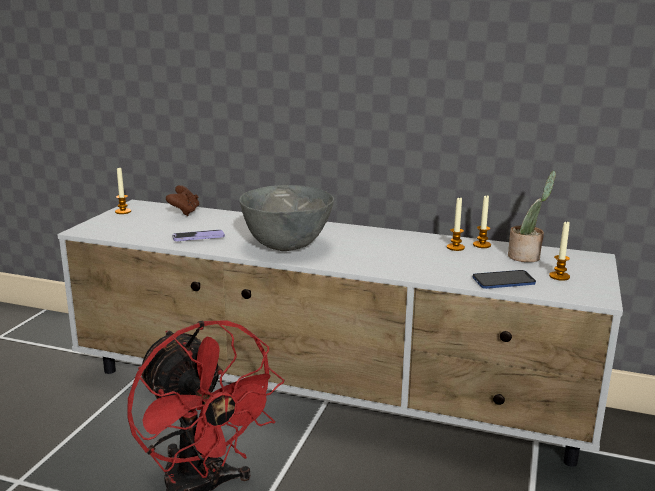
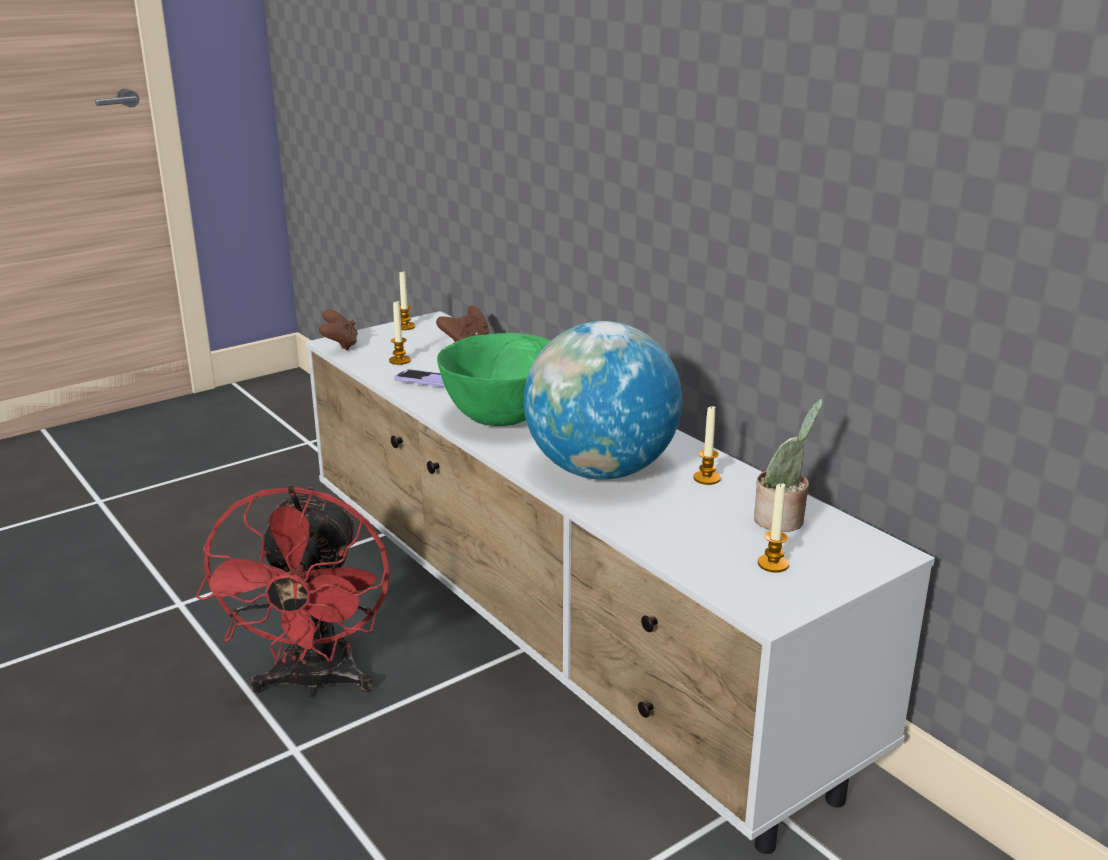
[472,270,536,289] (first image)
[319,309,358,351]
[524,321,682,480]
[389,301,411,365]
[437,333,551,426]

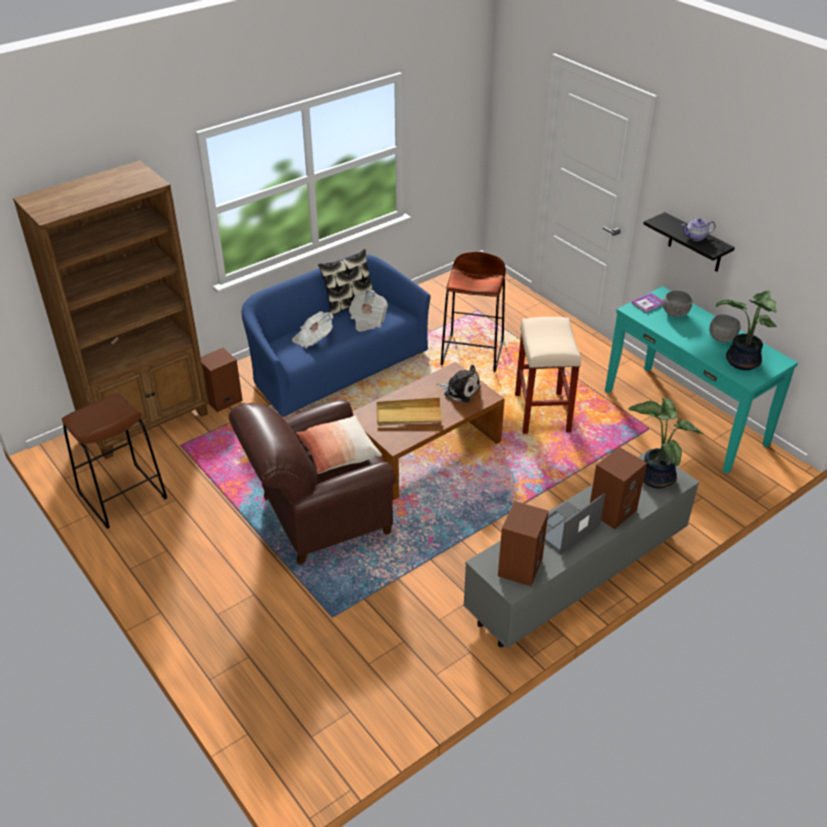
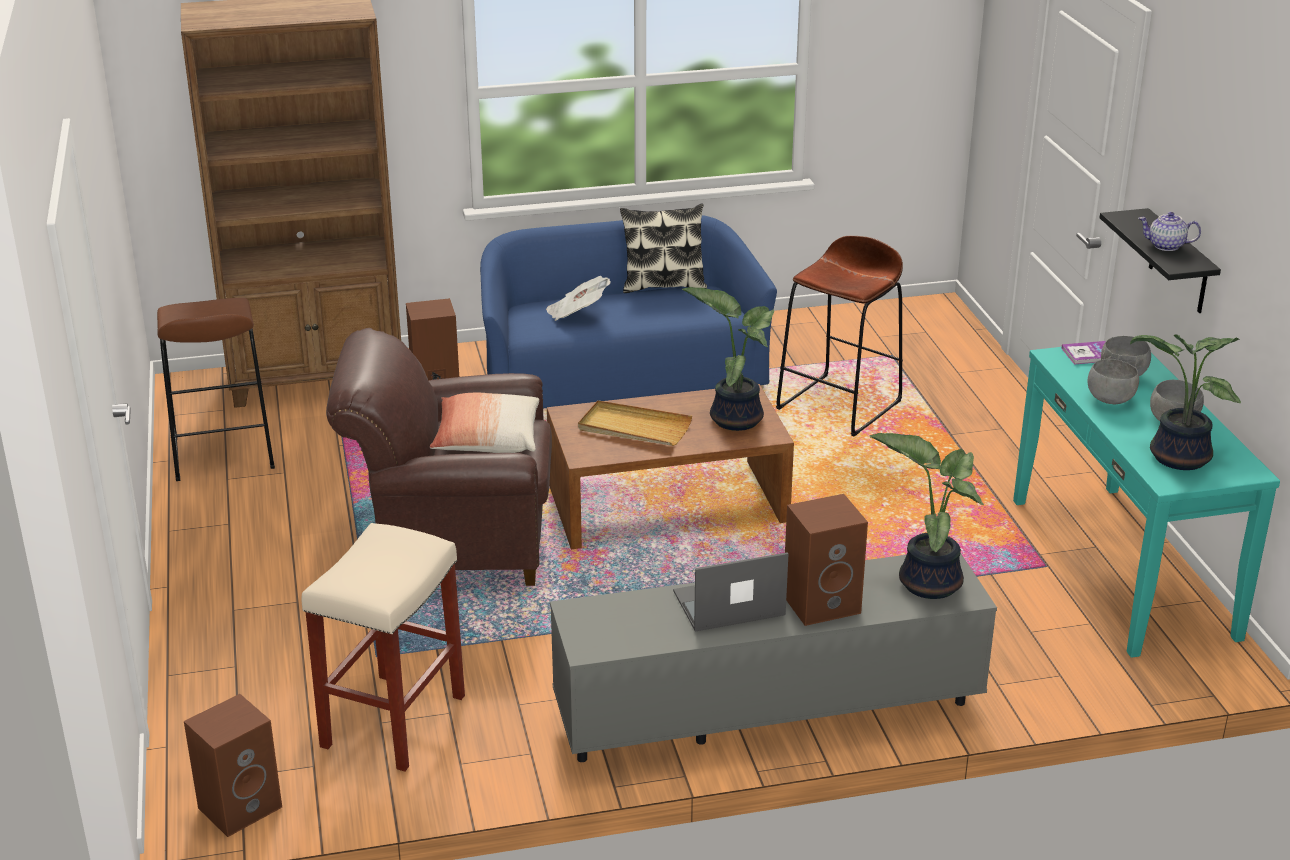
[349,290,388,331] (first image)
[1088,359,1139,404]
[184,694,282,837]
[301,523,465,772]
[682,287,774,431]

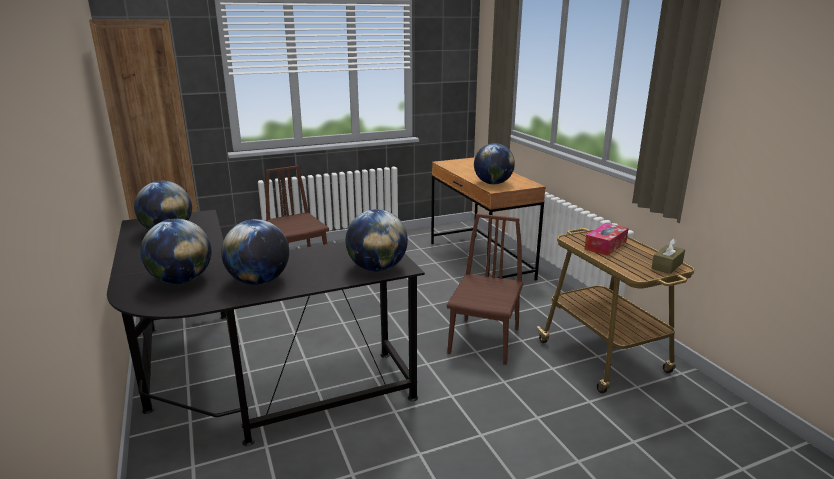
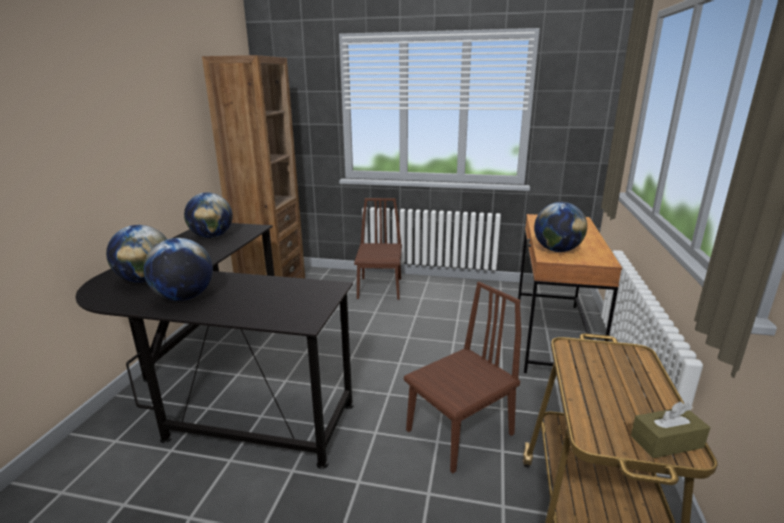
[345,209,408,272] (first image)
[584,223,629,256] (first image)

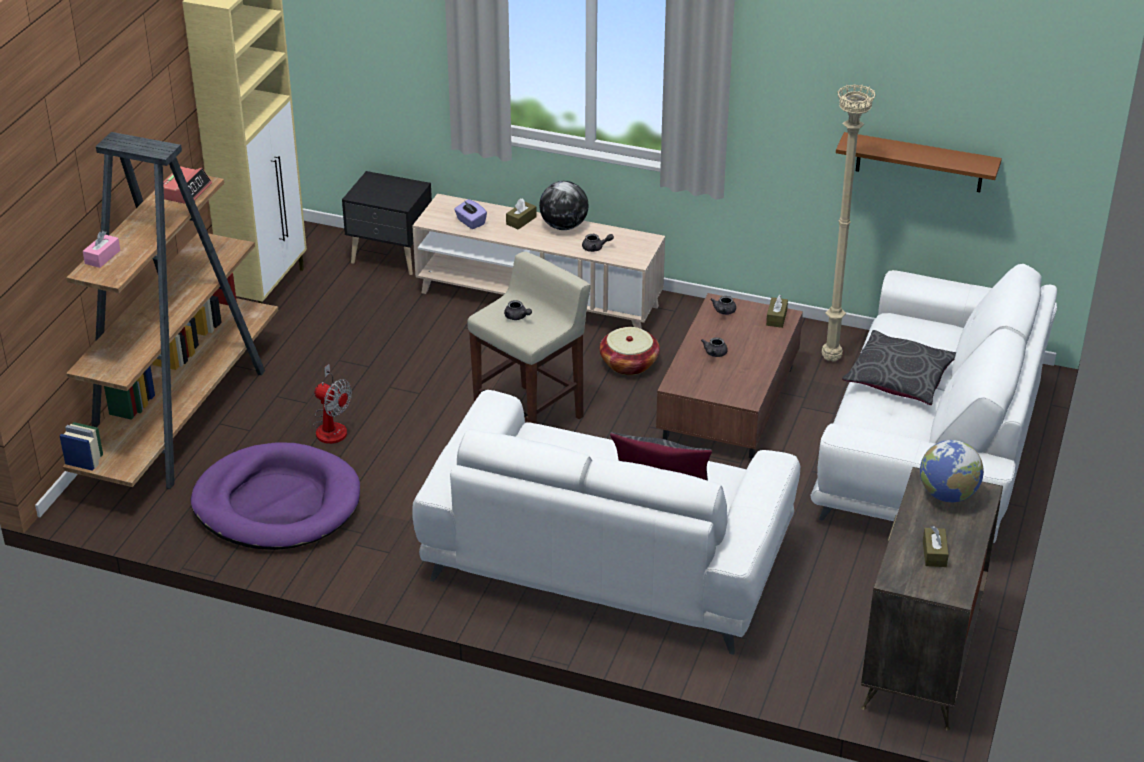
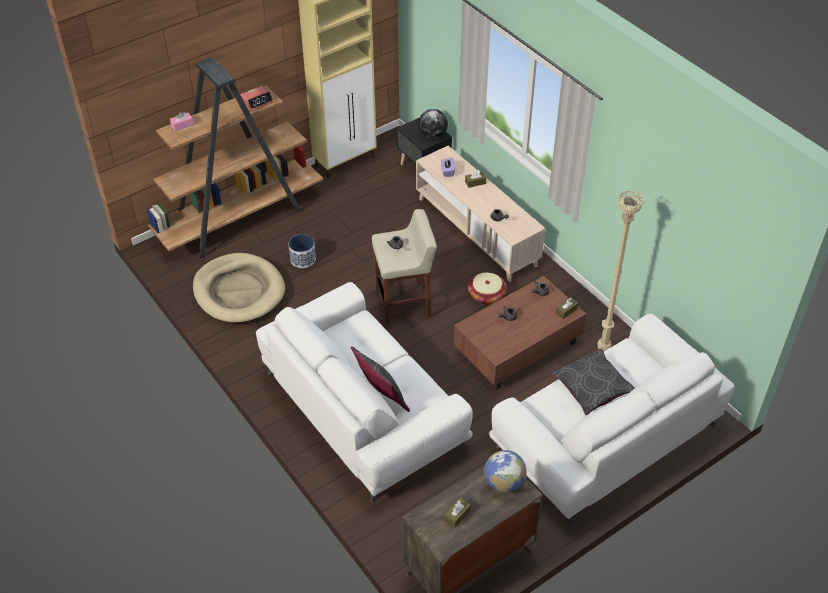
[836,132,1002,192] (first image)
[418,109,448,139]
[288,234,316,268]
[193,253,285,323]

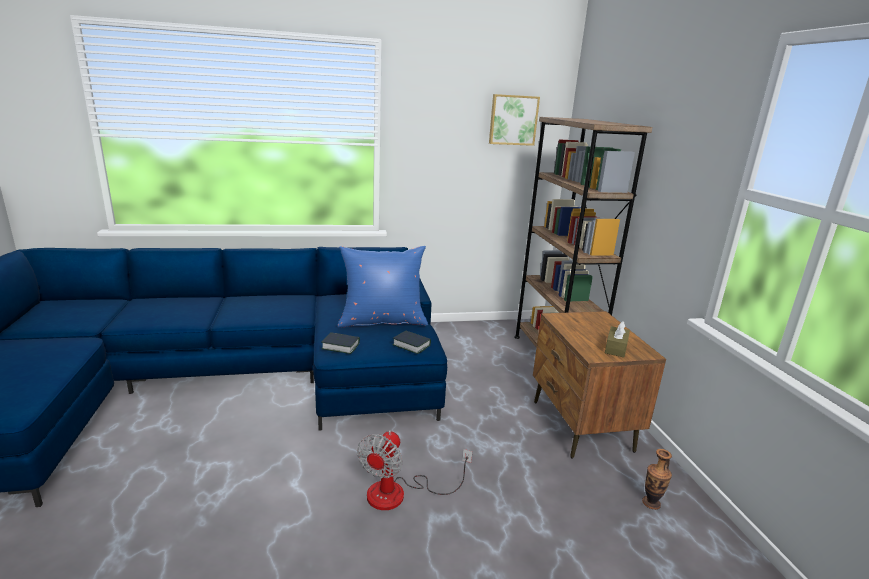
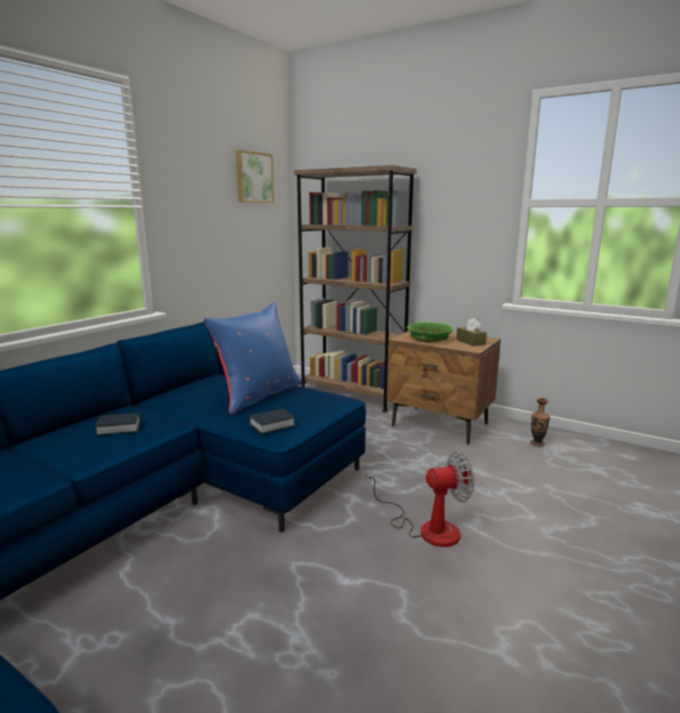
[407,322,453,342]
[95,413,141,436]
[367,451,474,547]

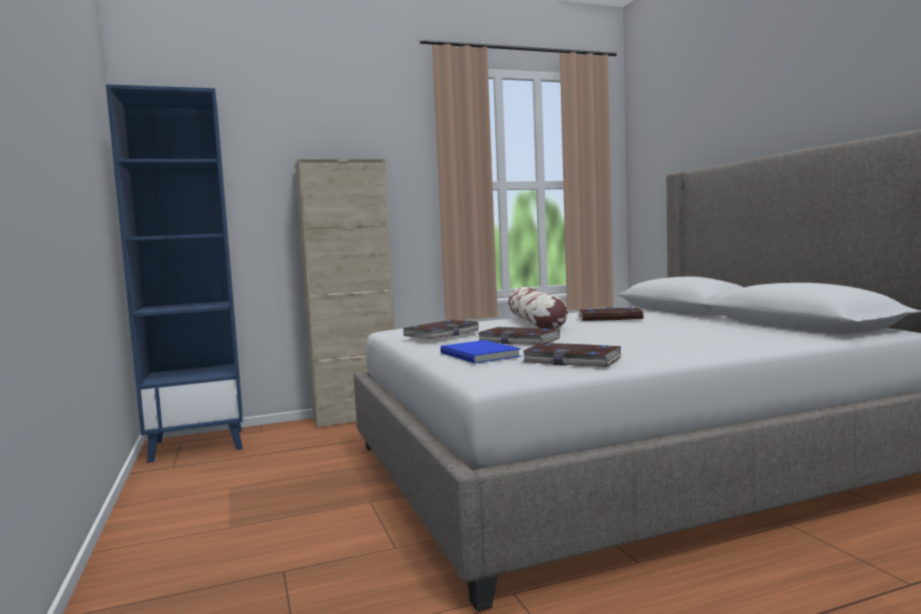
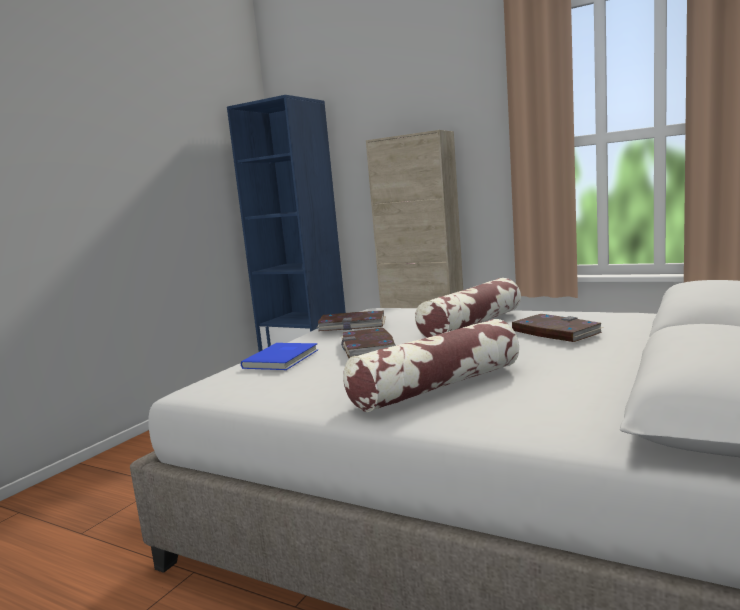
[522,343,622,367] (first image)
[343,319,519,412]

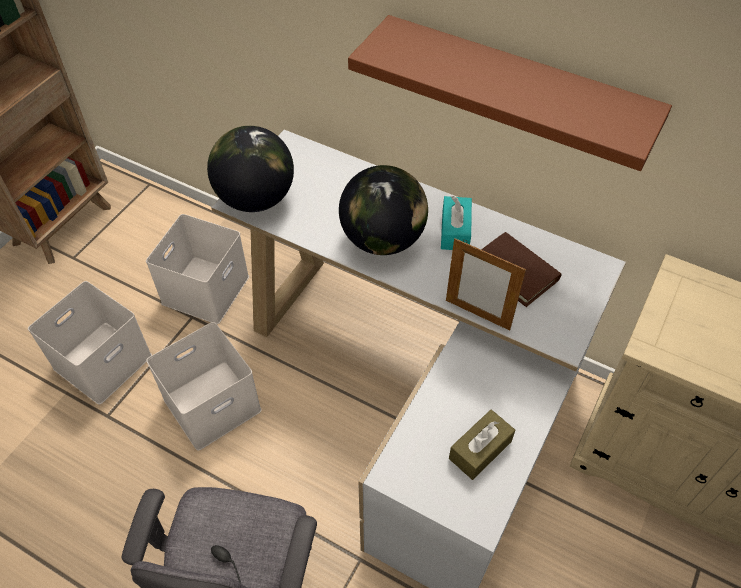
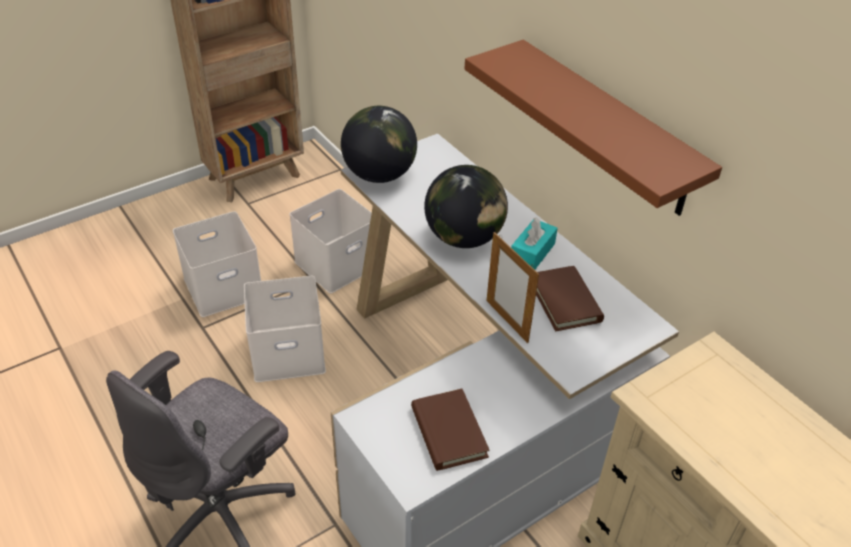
[411,389,490,471]

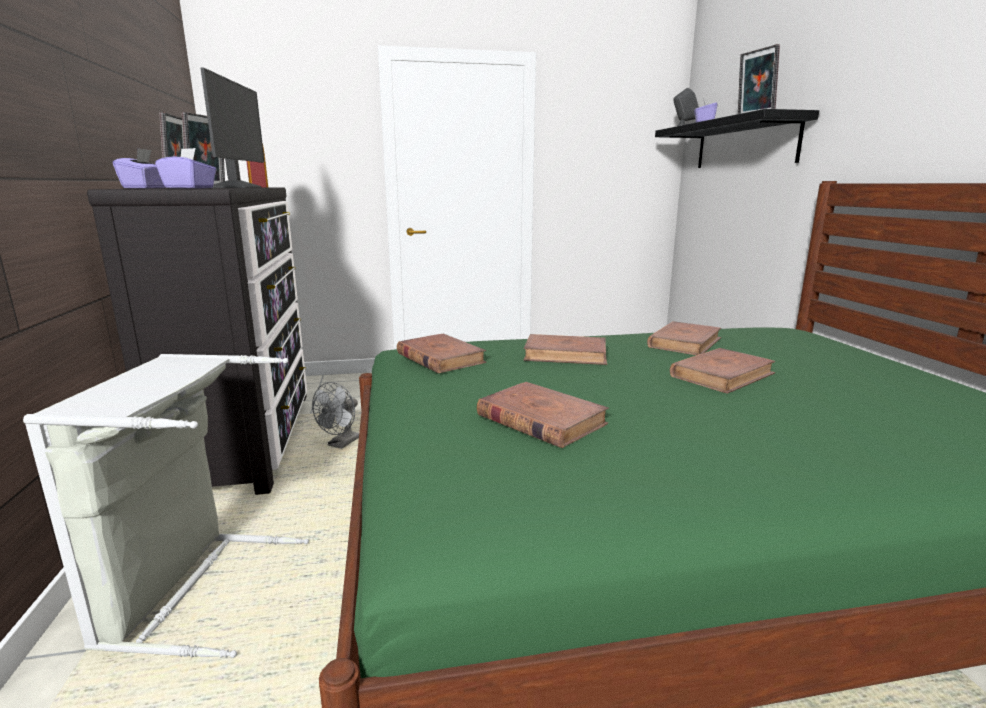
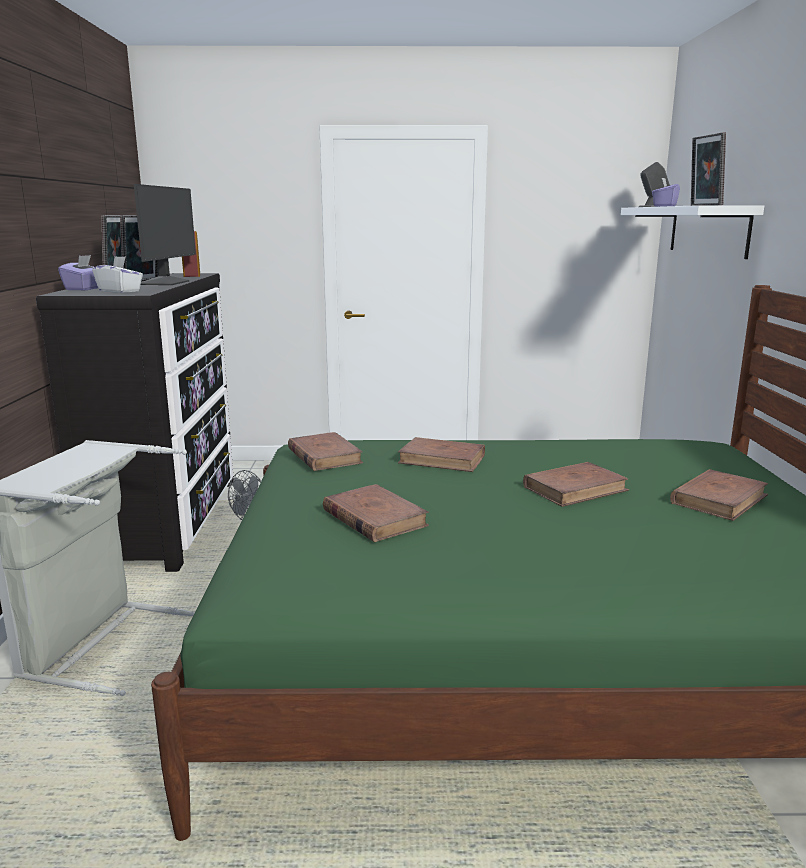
[670,469,768,521]
[92,256,143,293]
[621,205,764,259]

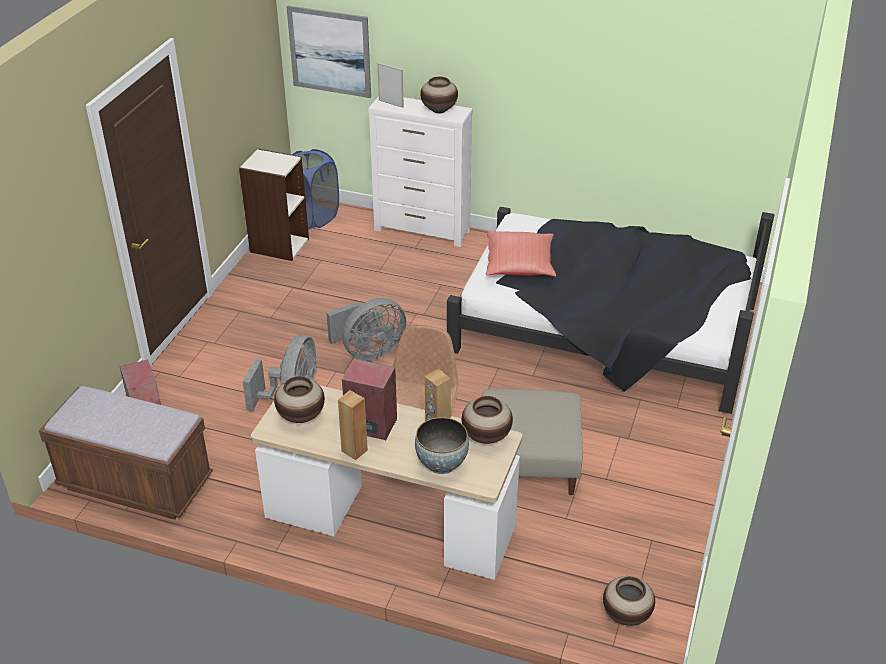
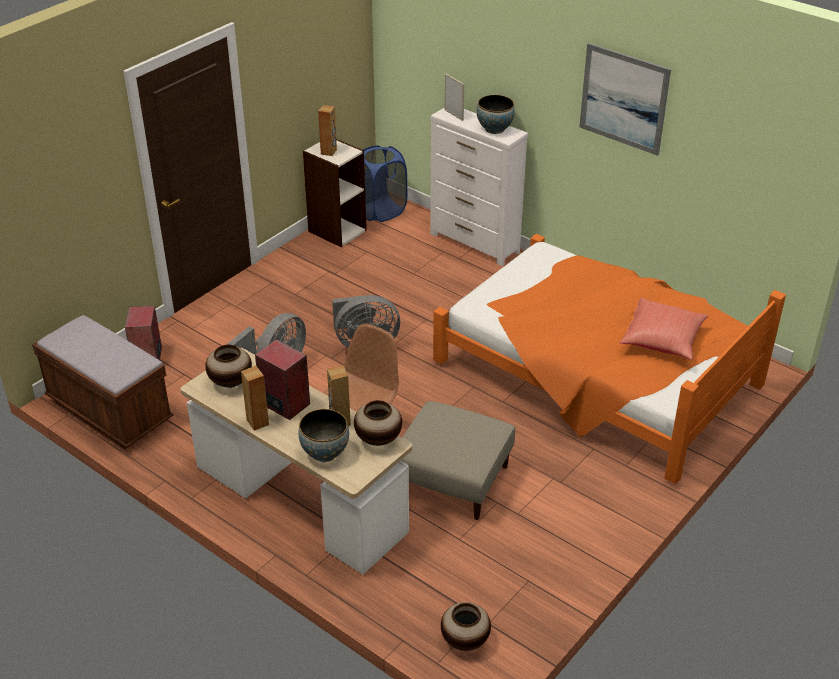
[318,105,337,156]
[579,43,671,156]
[620,297,708,360]
[477,95,515,134]
[433,234,786,484]

